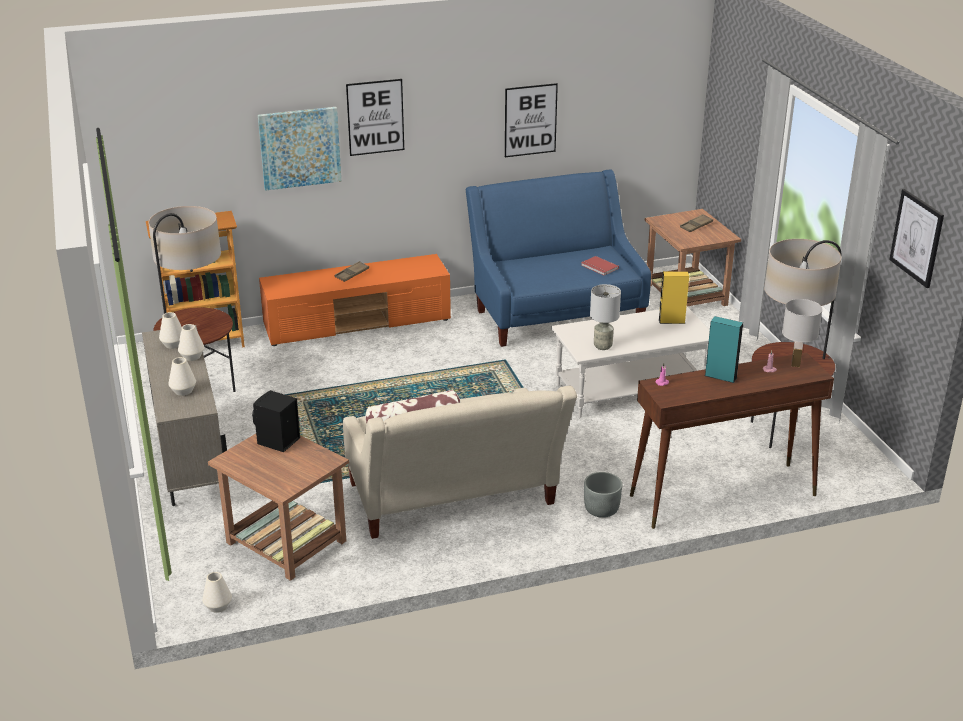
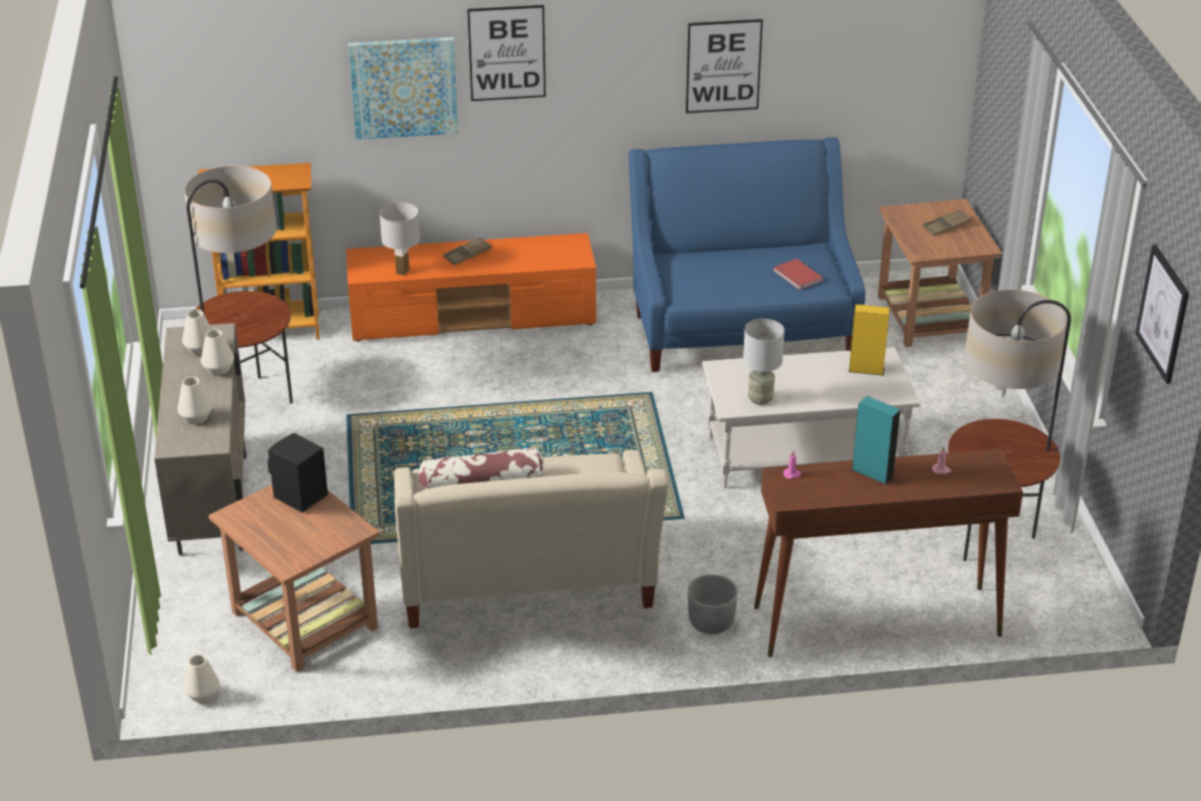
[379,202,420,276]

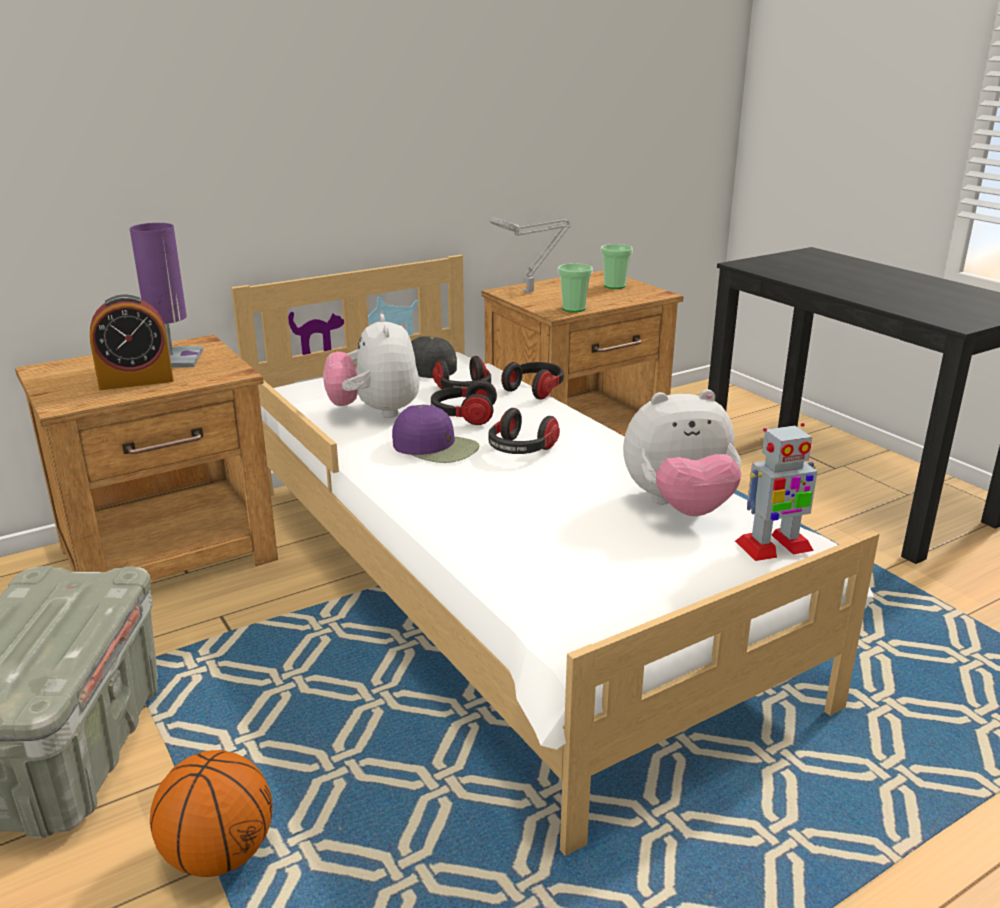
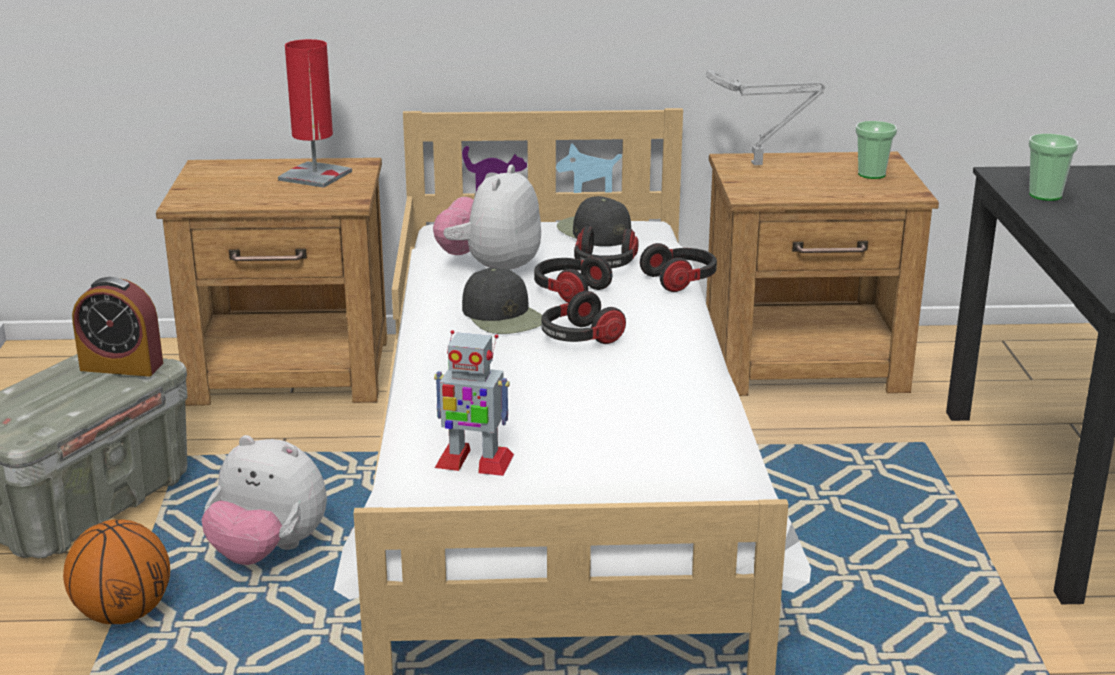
[72,277,163,377]
[1028,134,1078,201]
[201,435,327,565]
[434,330,514,476]
[278,39,352,188]
[462,267,542,334]

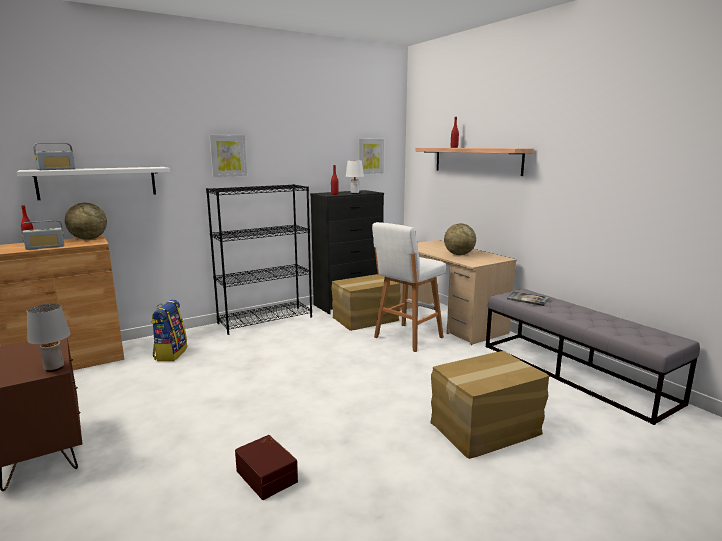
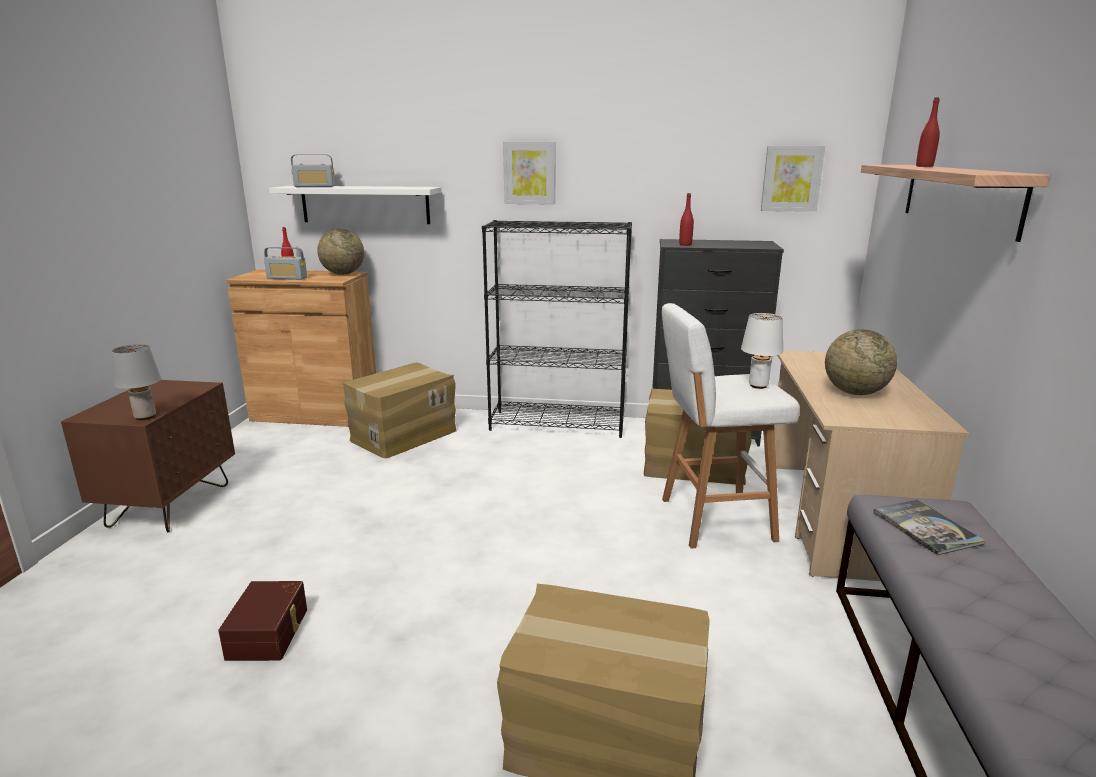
[741,313,783,389]
[343,363,456,459]

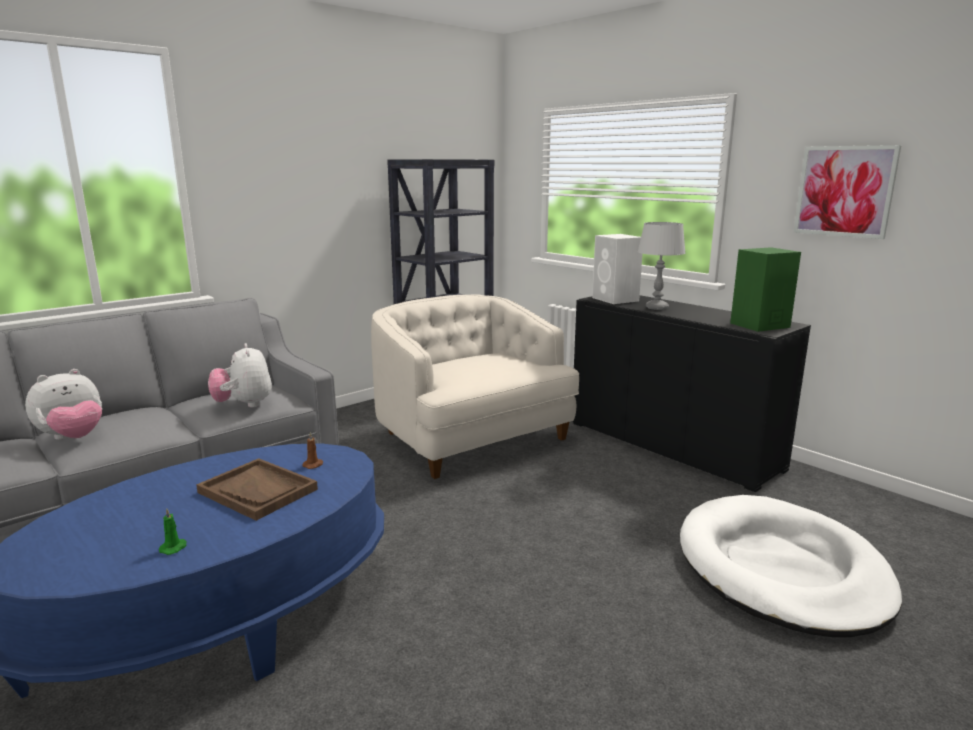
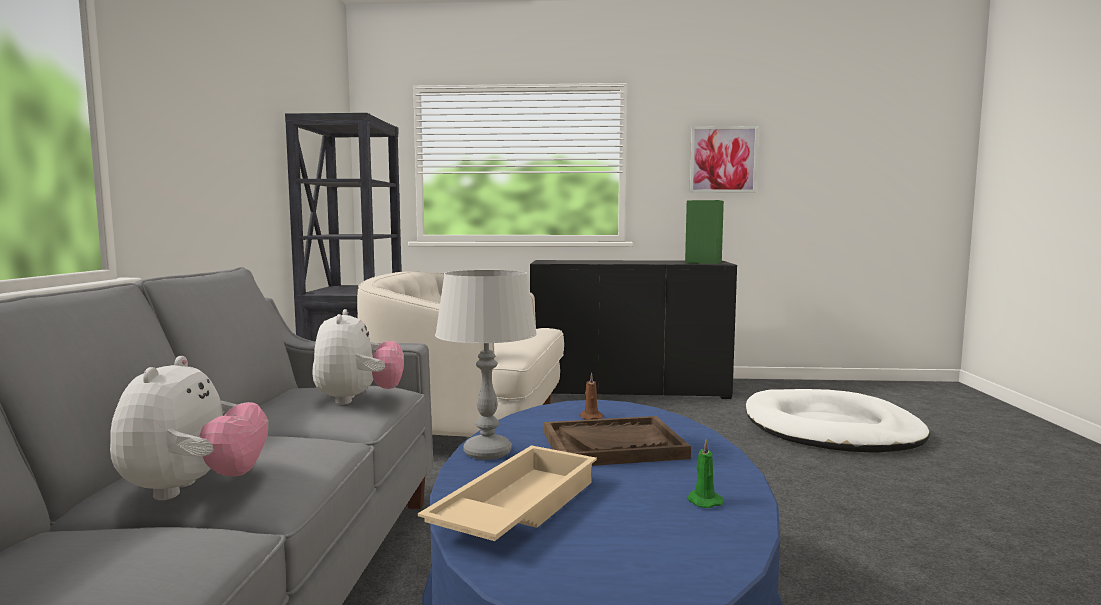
[592,234,642,304] (first image)
[417,445,597,541]
[435,270,537,460]
[312,309,404,405]

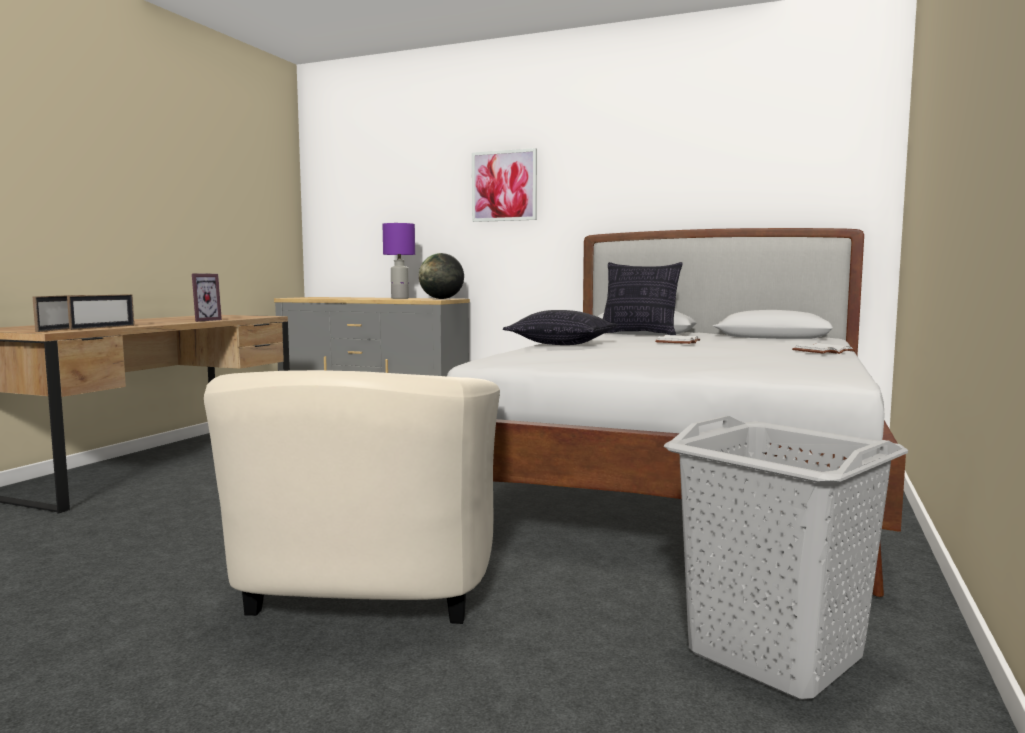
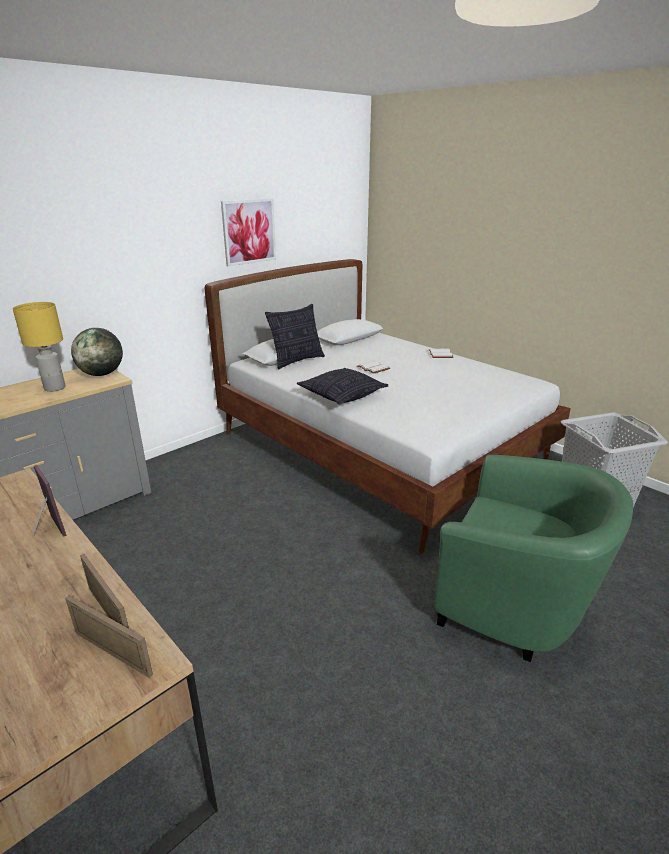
[221,198,276,267]
[434,455,633,662]
[13,302,66,392]

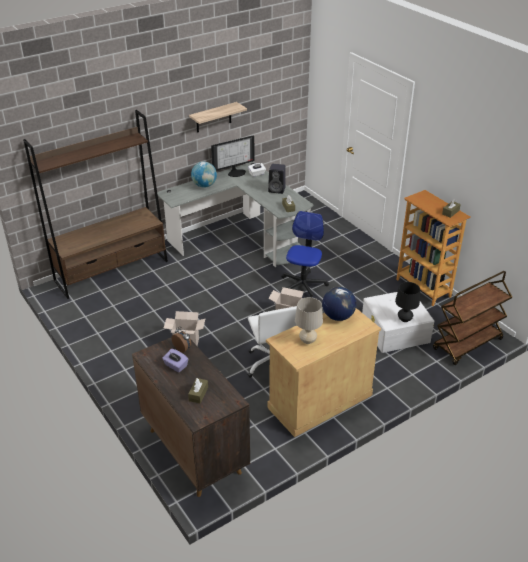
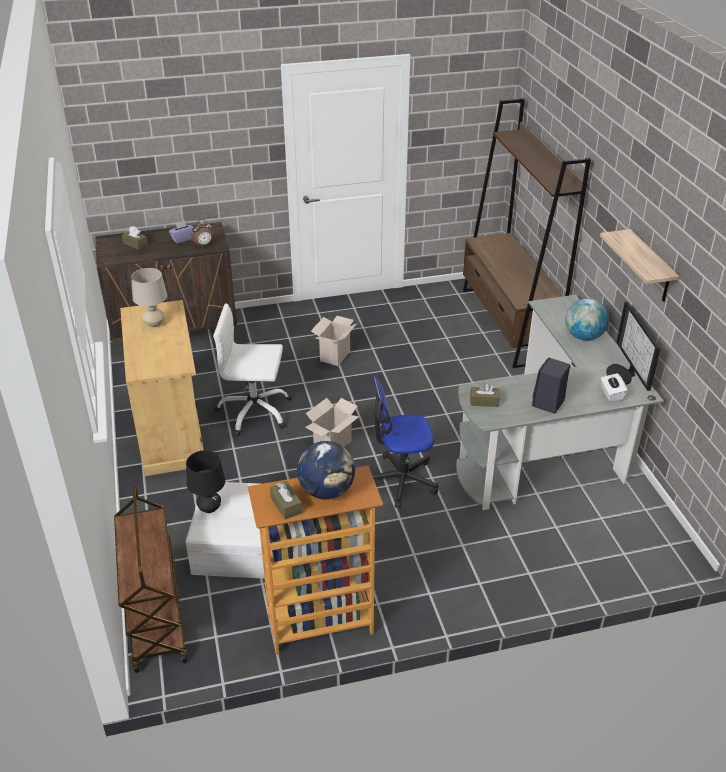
[297,441,355,499]
[372,376,438,508]

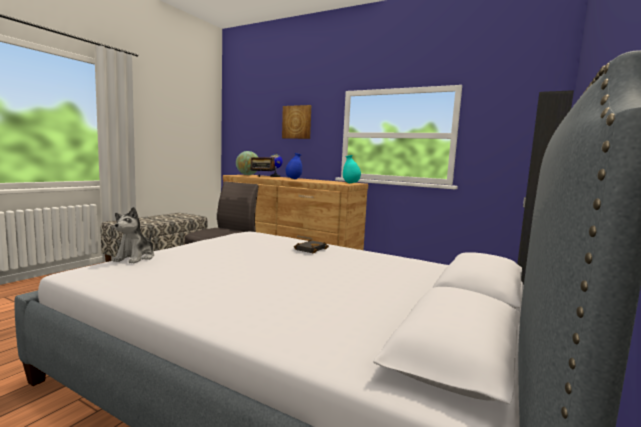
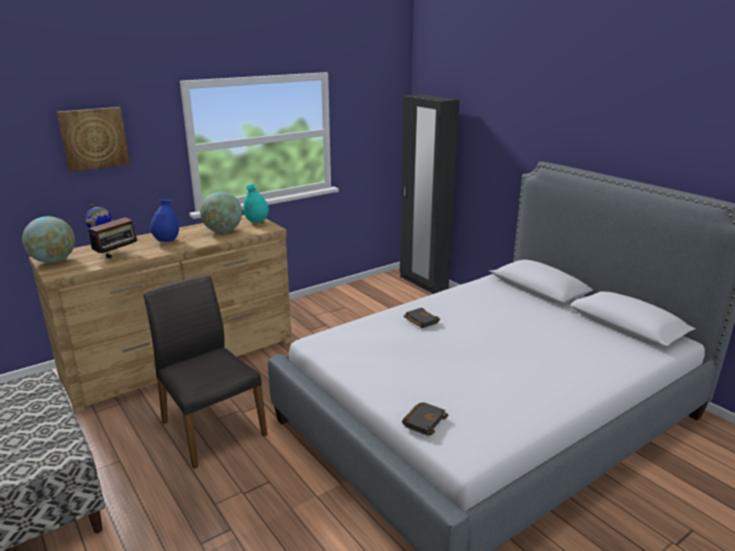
[200,192,242,233]
[402,402,449,436]

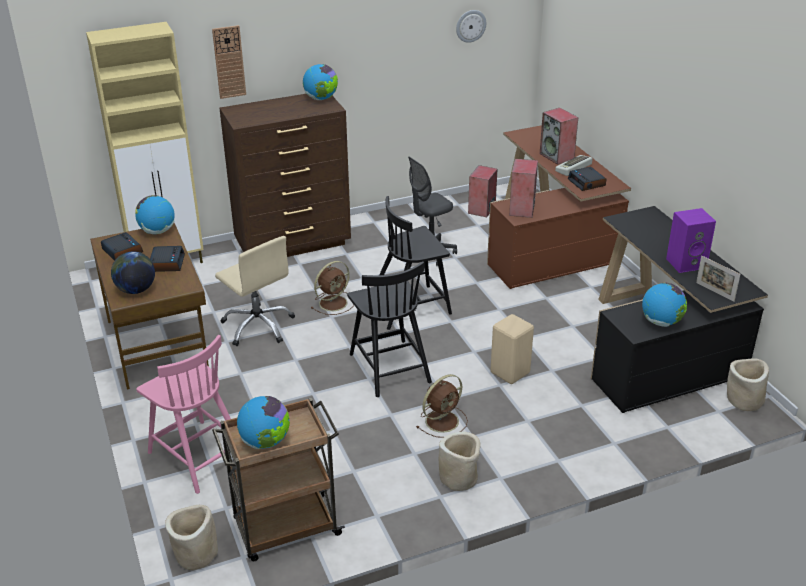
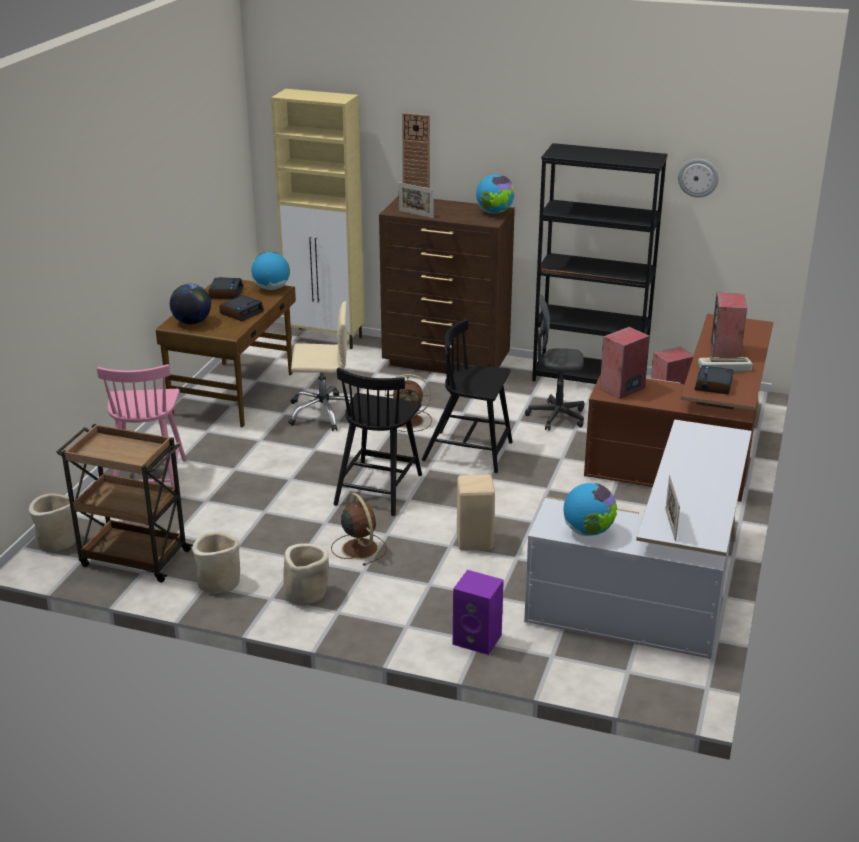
[237,396,290,449] (first image)
[398,182,434,218]
[532,143,667,384]
[453,570,504,655]
[192,532,240,594]
[524,419,752,659]
[288,301,351,431]
[331,493,387,566]

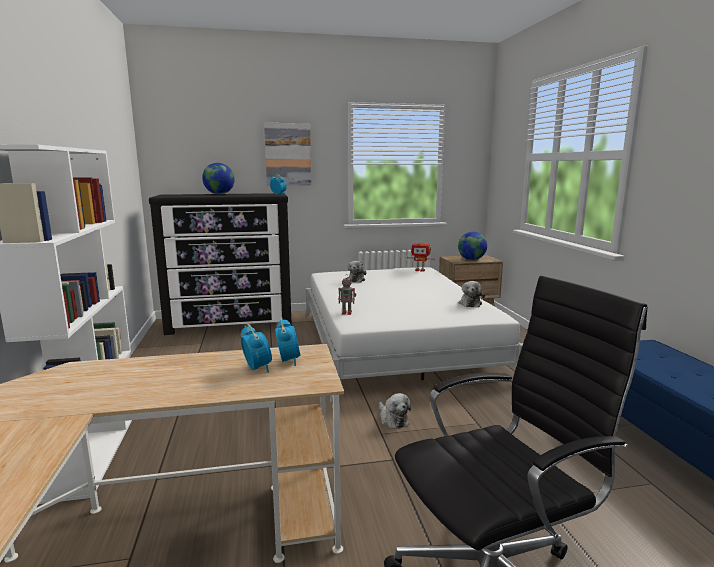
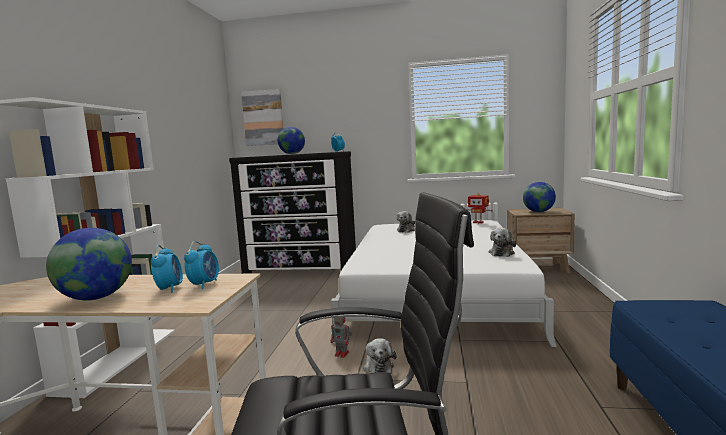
[46,228,132,300]
[241,89,283,146]
[331,317,352,358]

